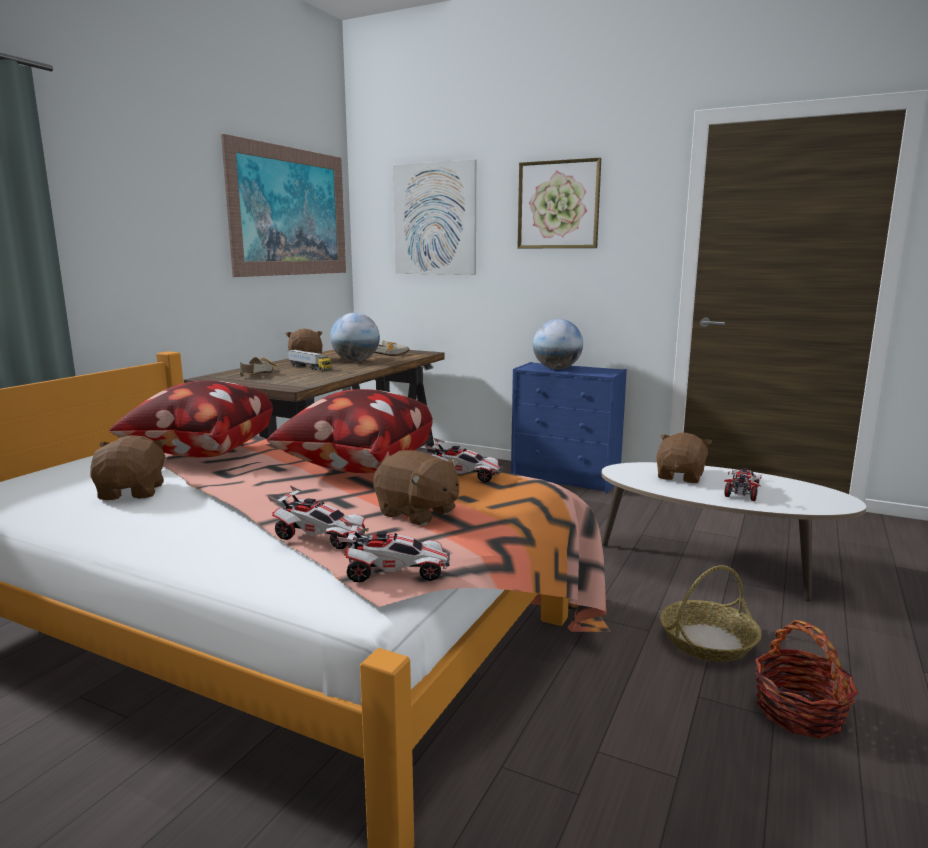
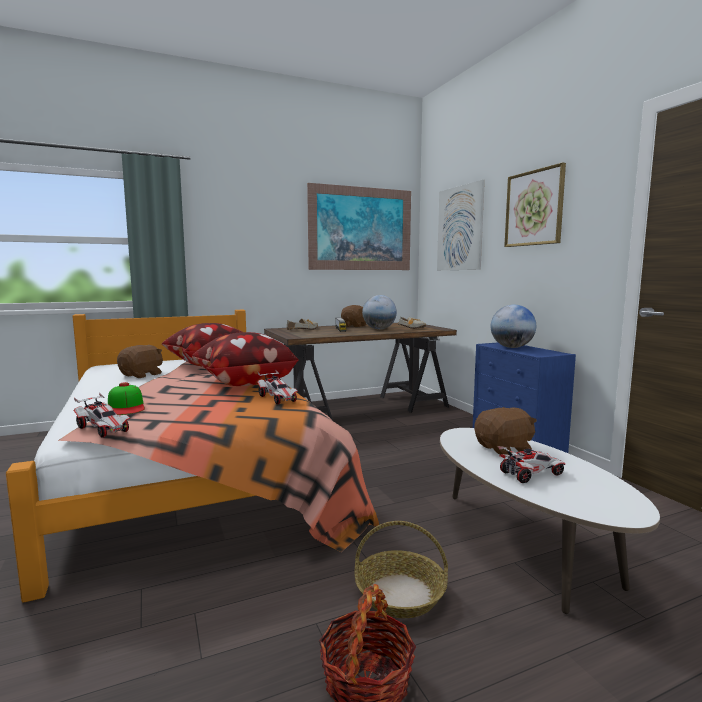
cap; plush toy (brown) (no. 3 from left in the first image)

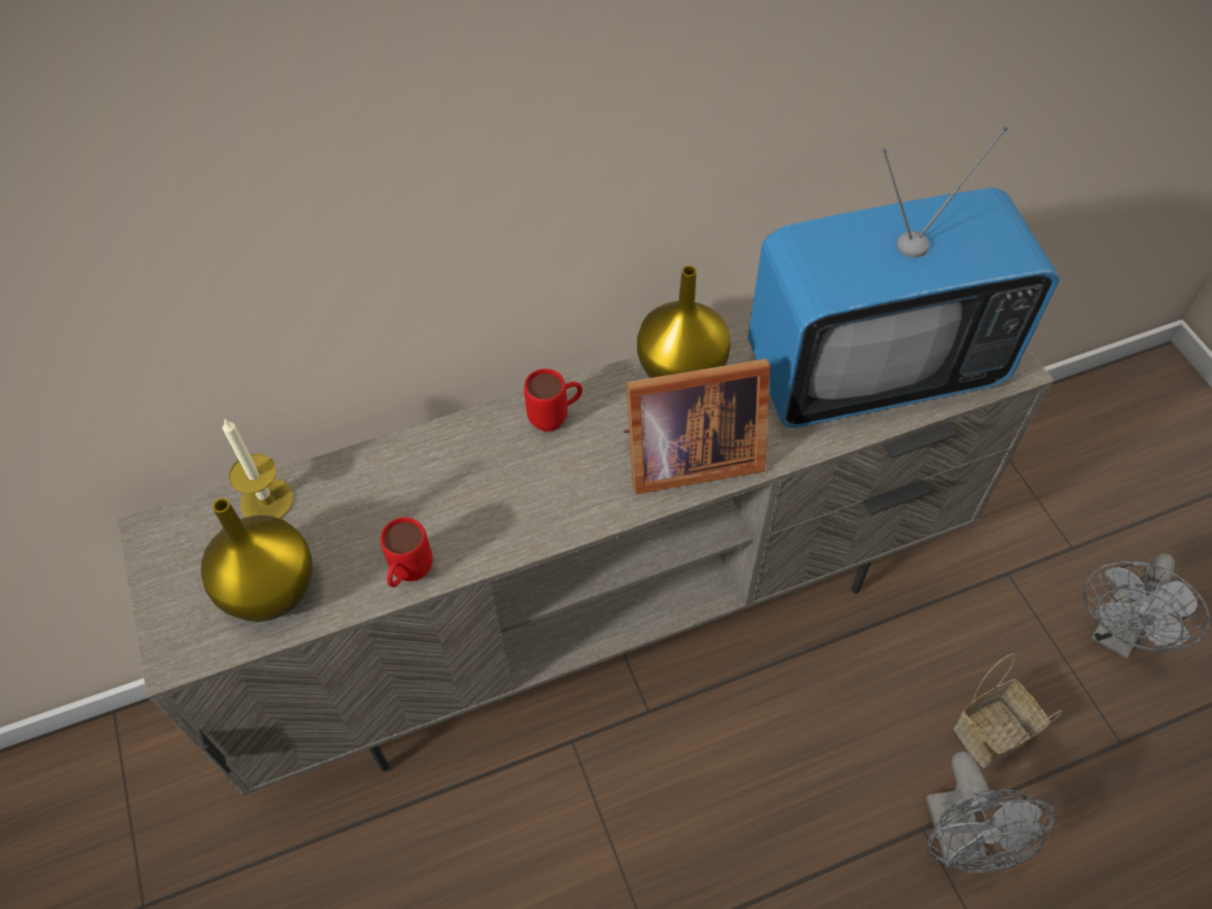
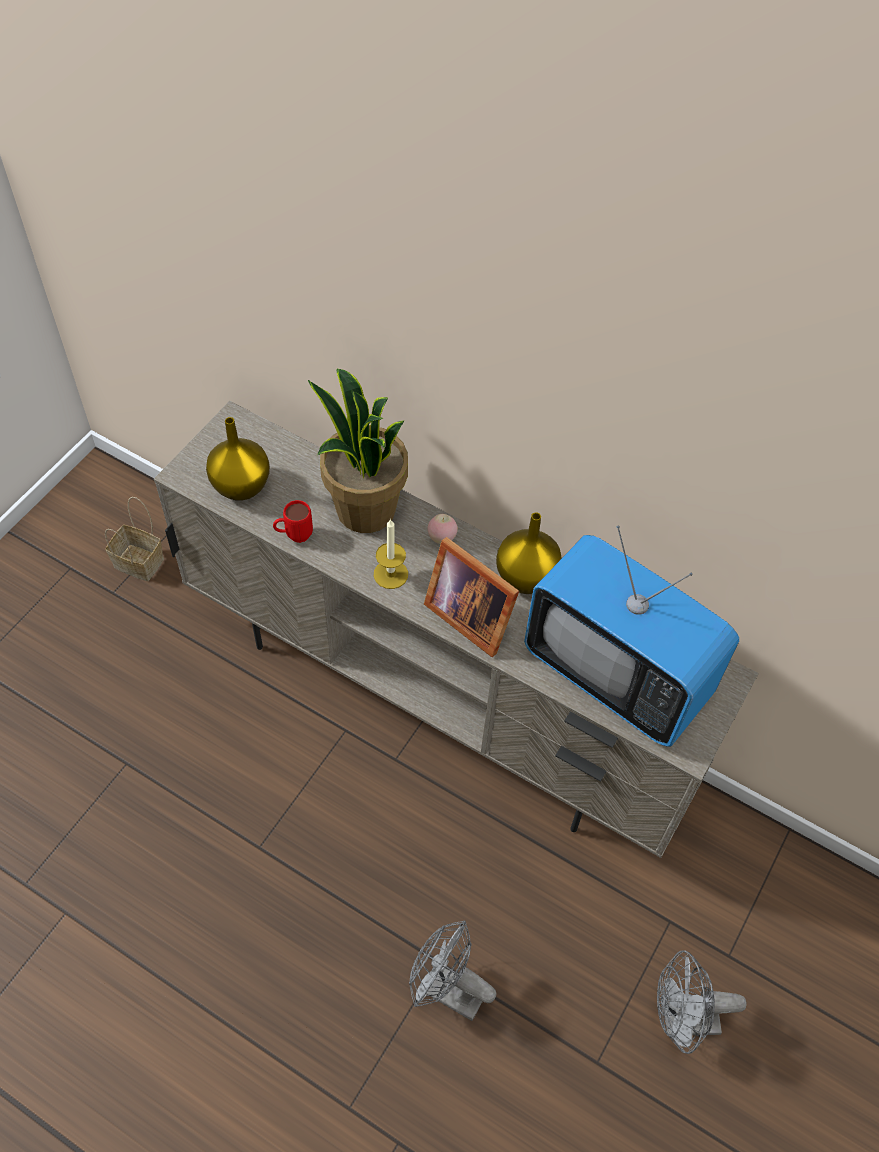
candle; apple; fan (grey) (no. 1 from left); basket; potted plant

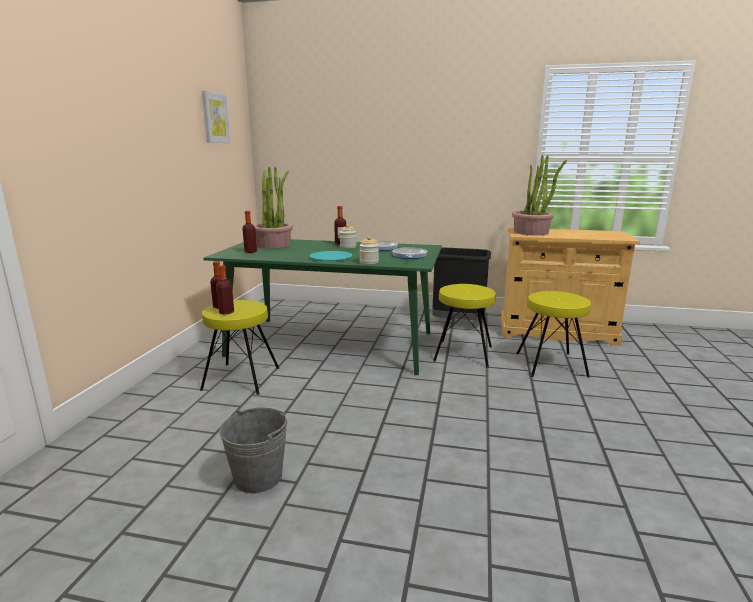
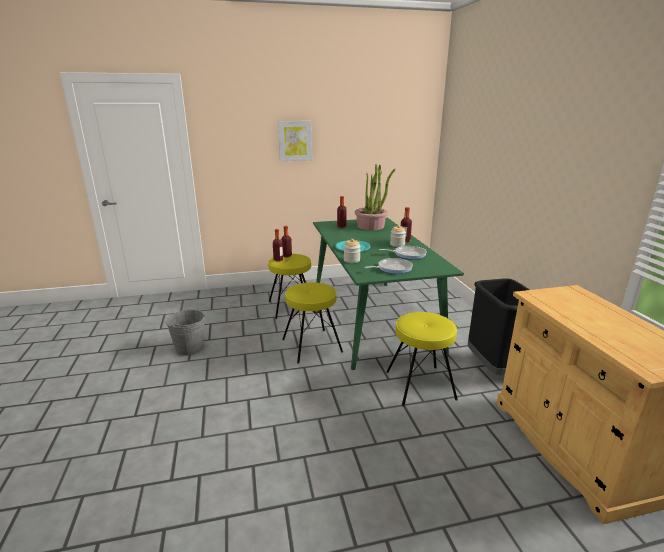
picture; potted plant (no. 2 from left in the first image); stool (yellow) (no. 2 from left)

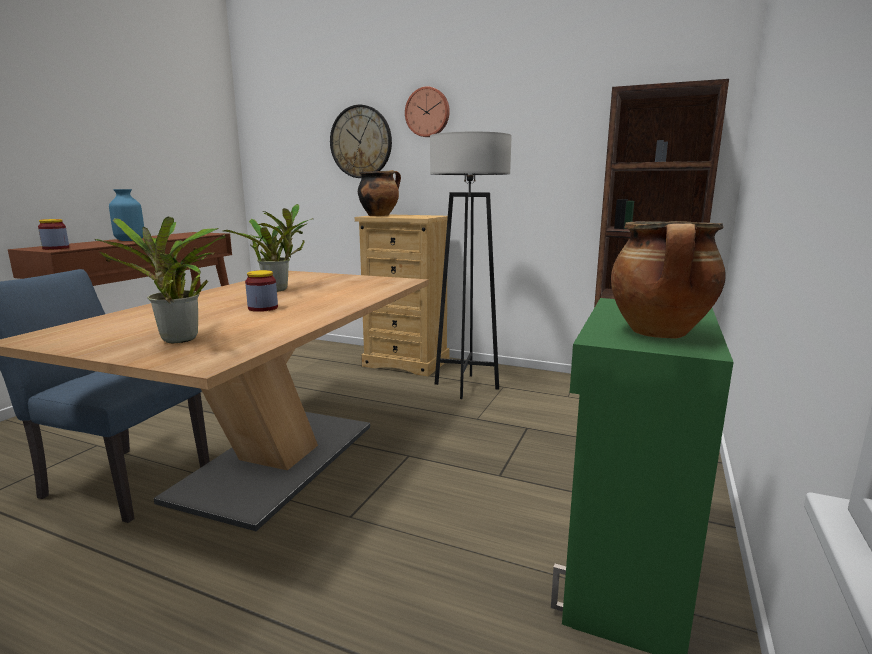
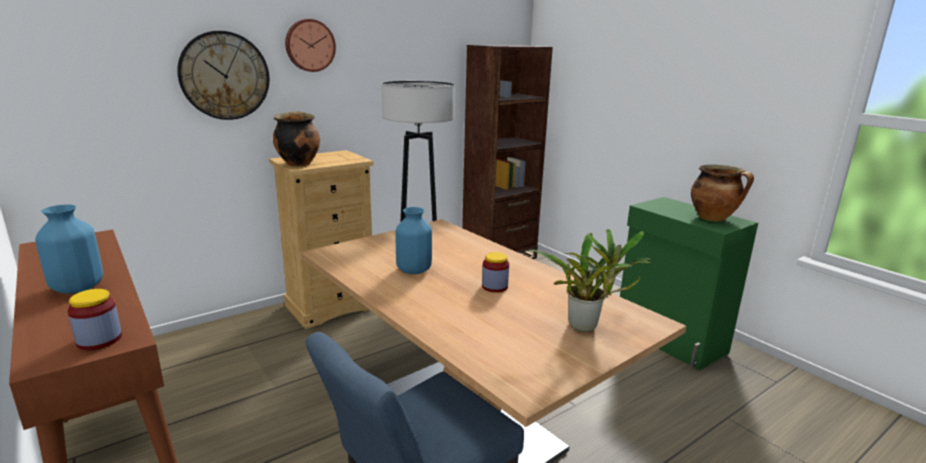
vase (blue) (no. 2 from left)

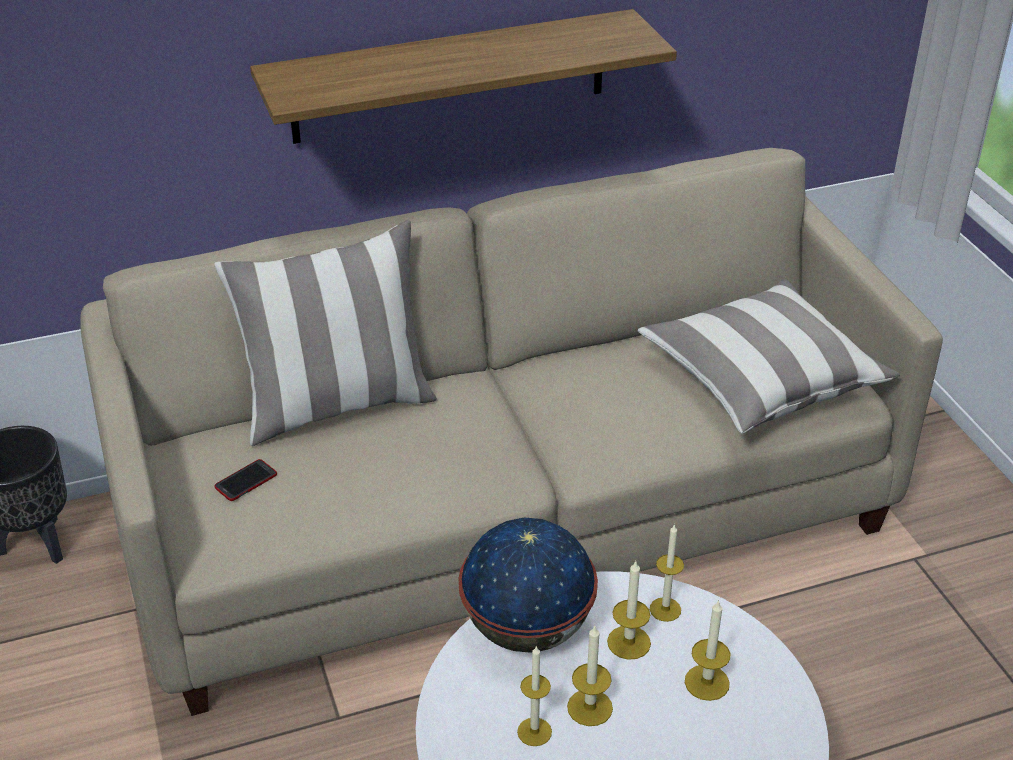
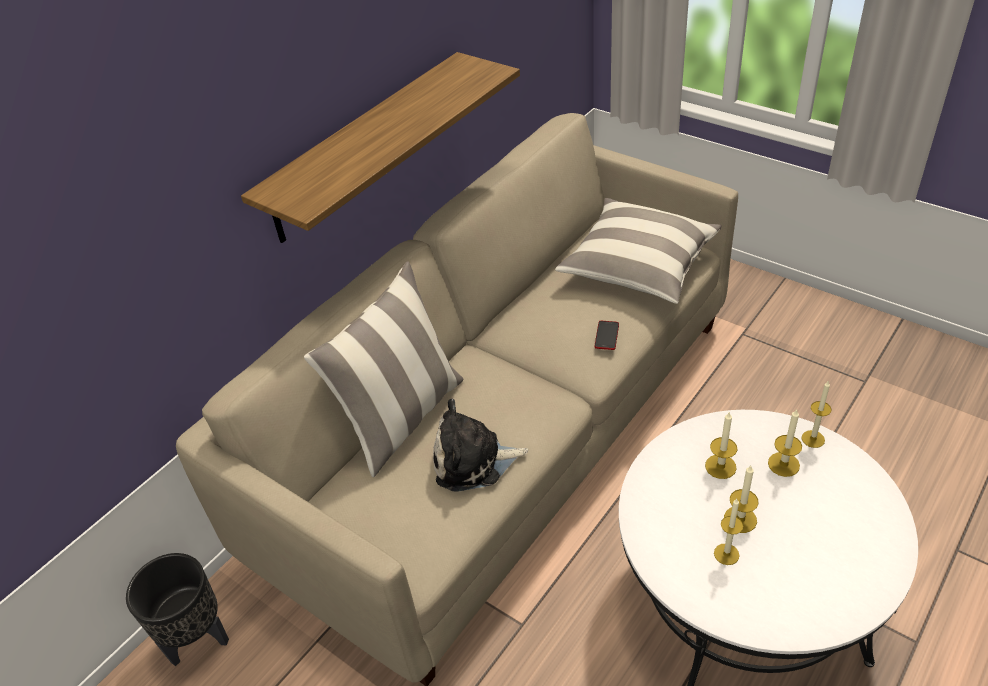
phone; globe; candle (no. 5 from left); plush toy

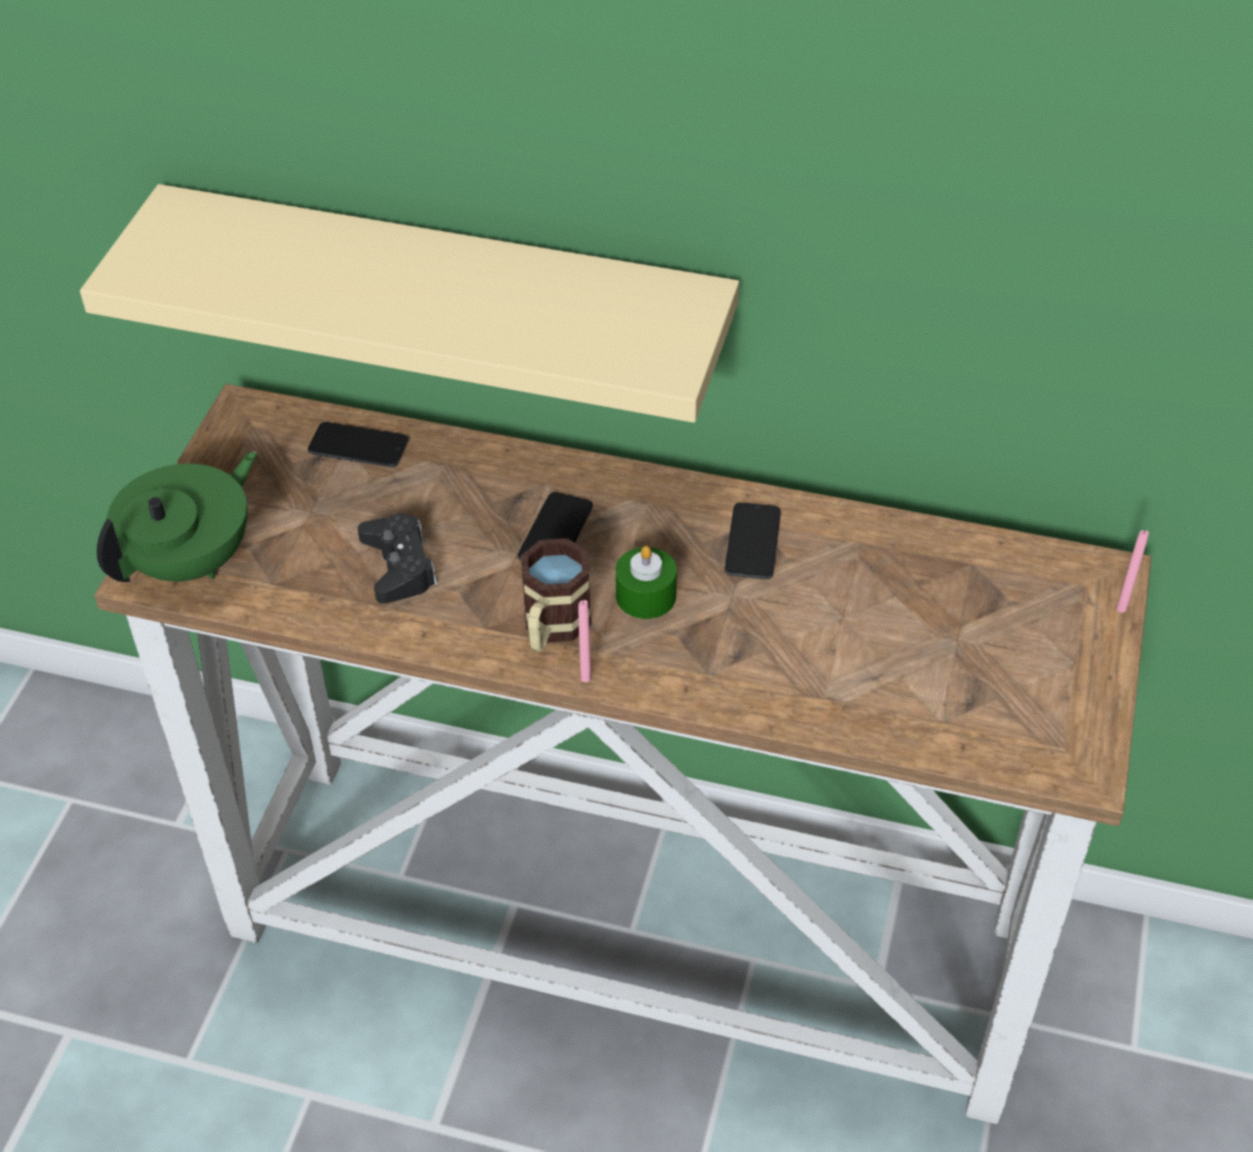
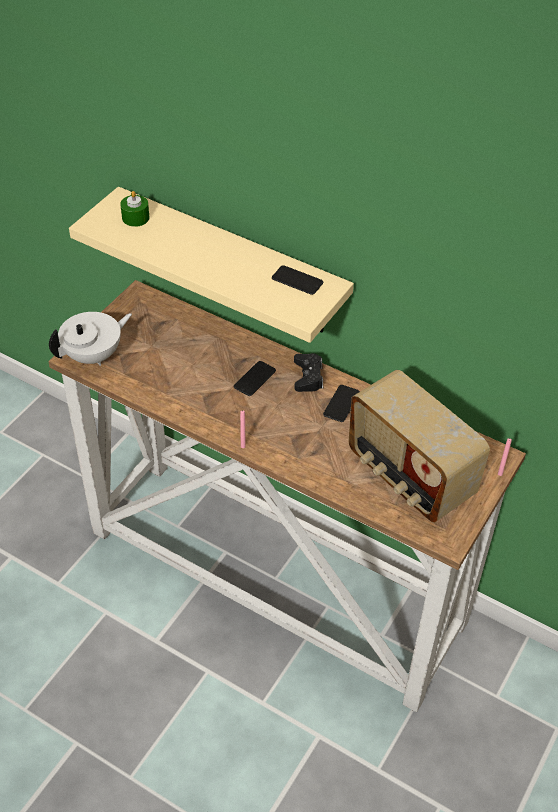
teapot (white); phone (no. 2 from left); game controller (black); mug; candle (green); radio

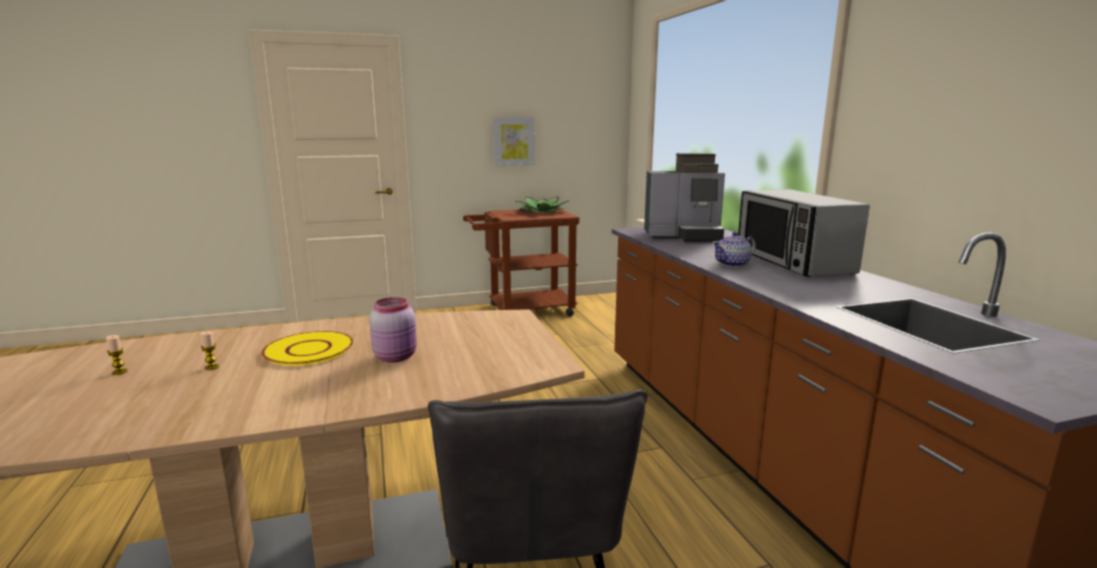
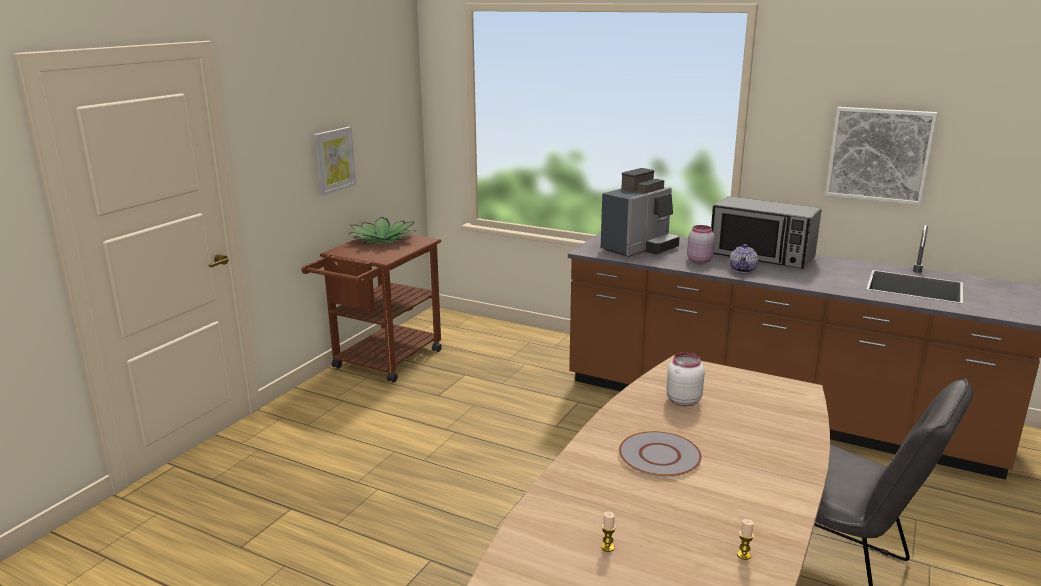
candle (no. 2 from left); plate (grey); jar (pink); jar (white); picture (no. 2 from left)

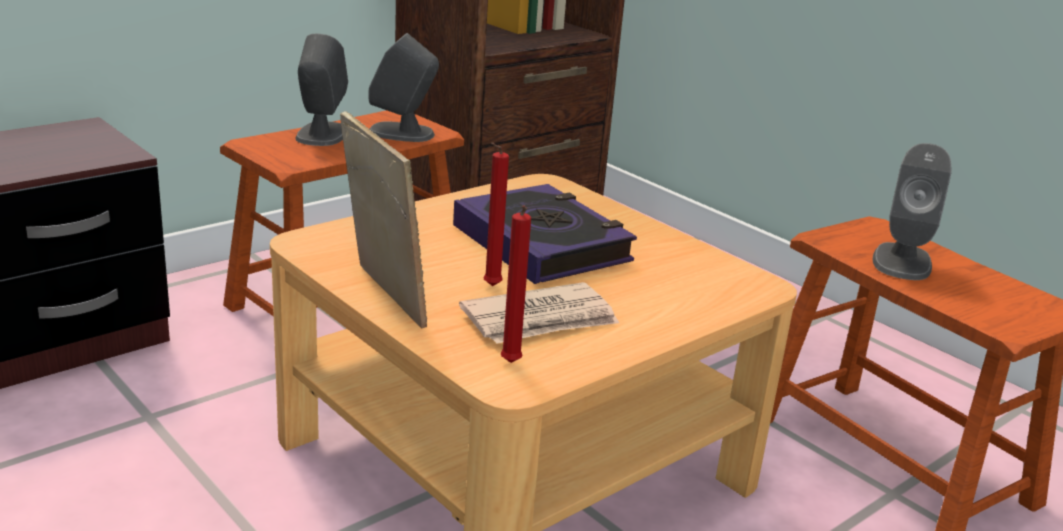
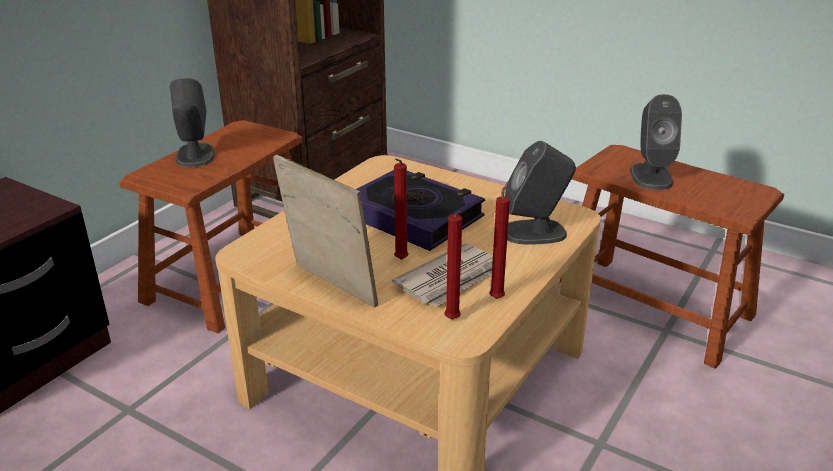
speaker (grey) (no. 2 from left); candle (red) (no. 3 from left)

